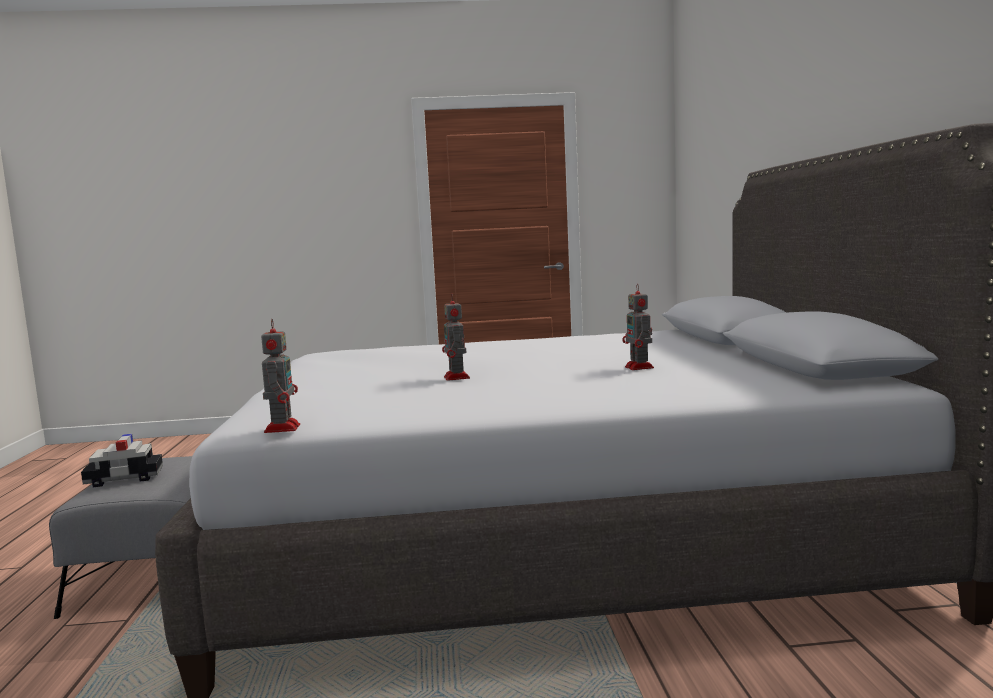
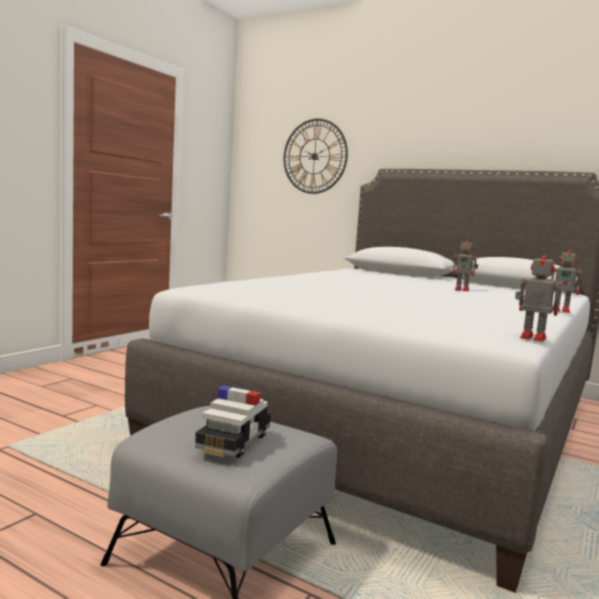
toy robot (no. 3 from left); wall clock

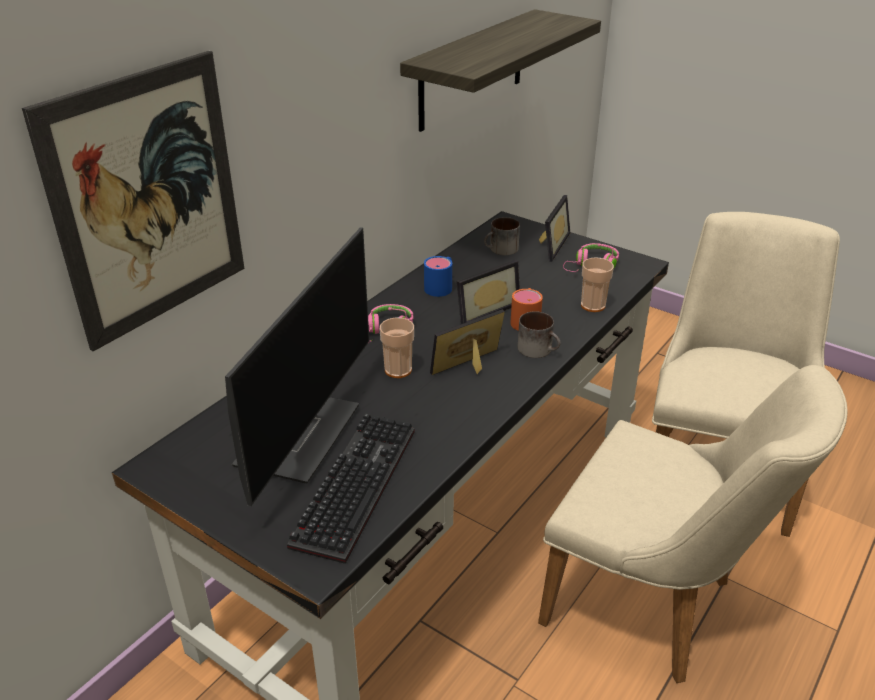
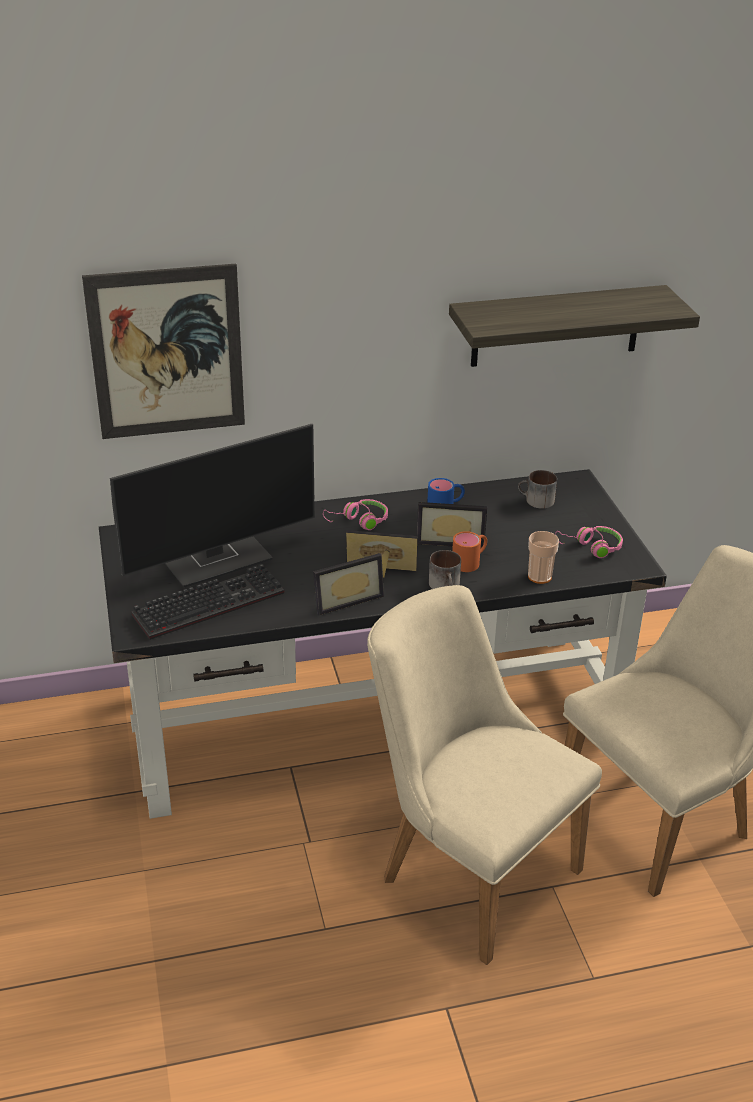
cup (no. 1 from left in the first image); chair (beige) (no. 1 from left); picture frame (no. 1 from left)

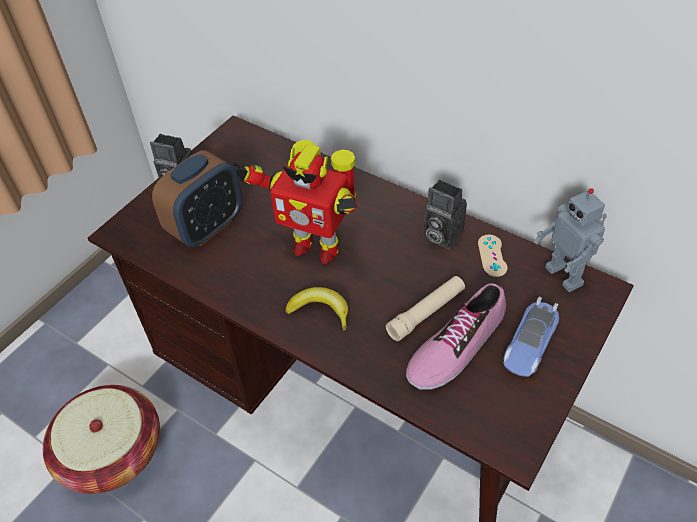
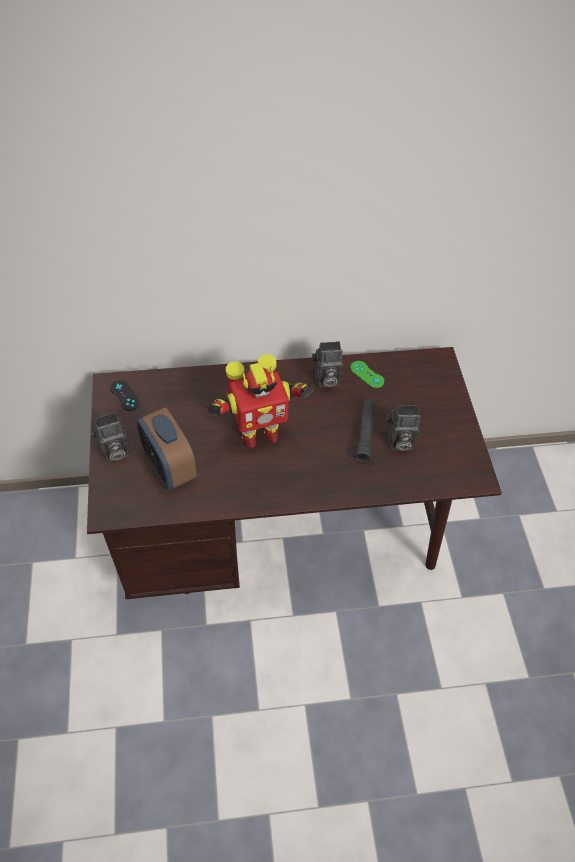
basket; alarm clock; banana; flashlight (black); photo camera (no. 3 from left); game controller (green); toy car; toy robot (no. 2 from left in the first image); game controller (black)

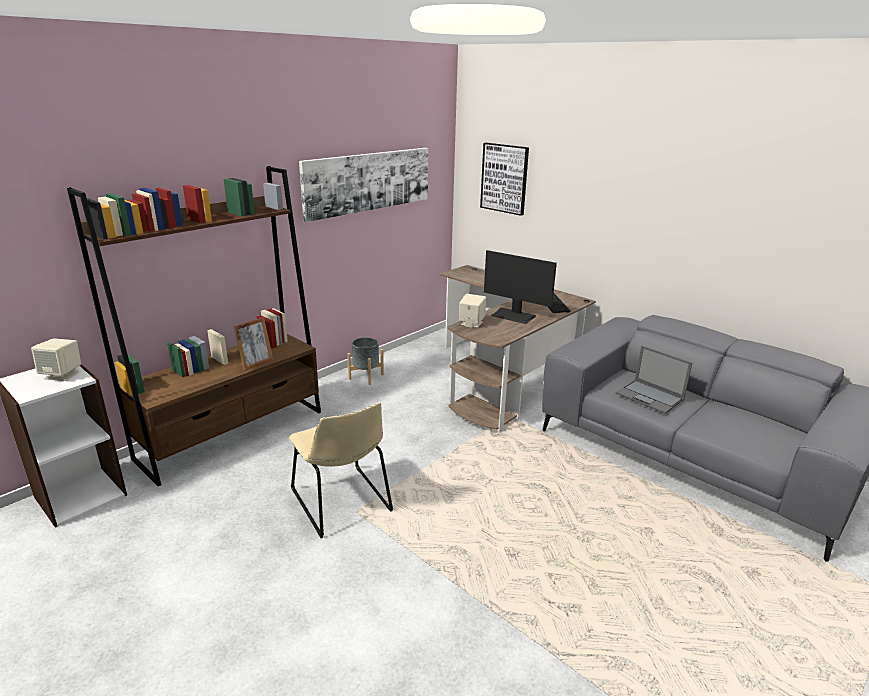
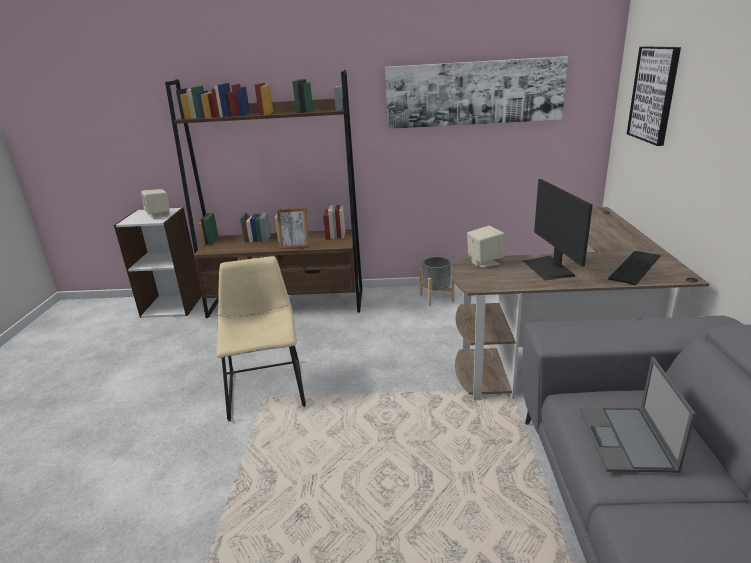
chair (beige)

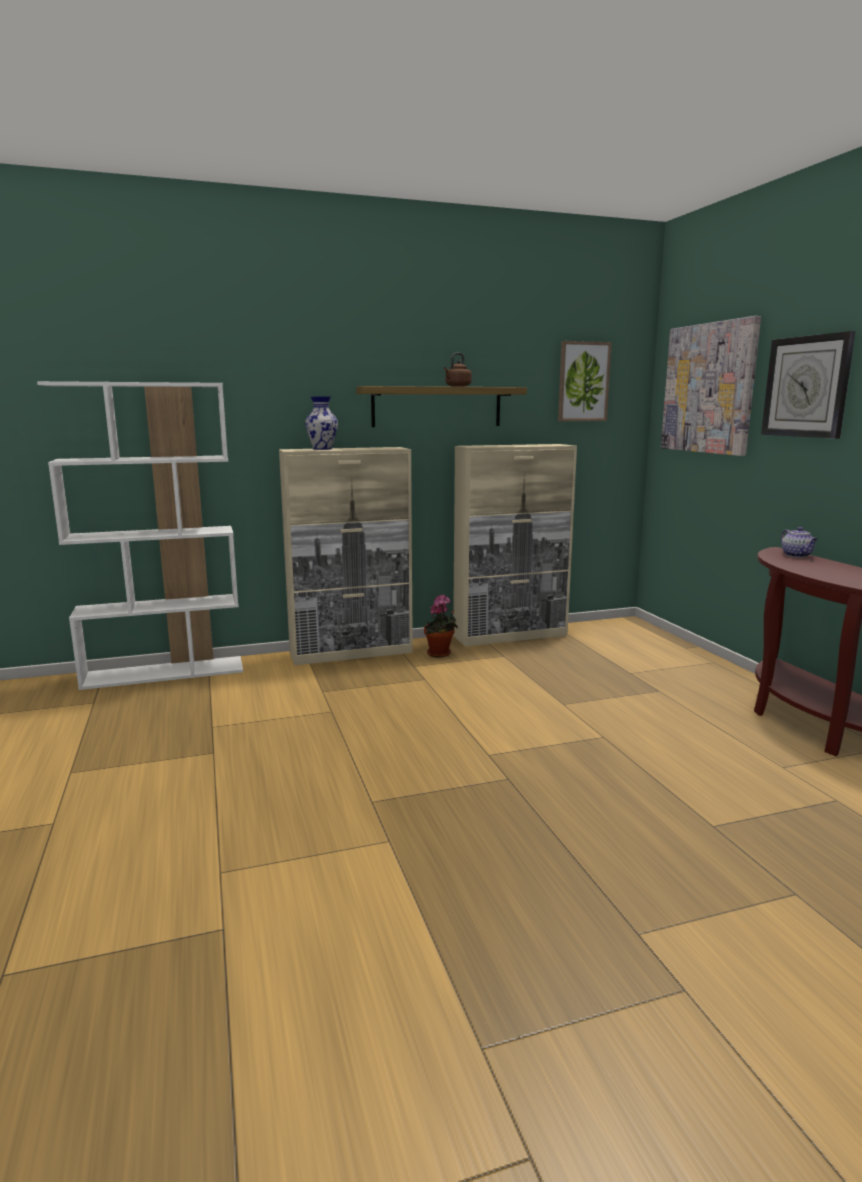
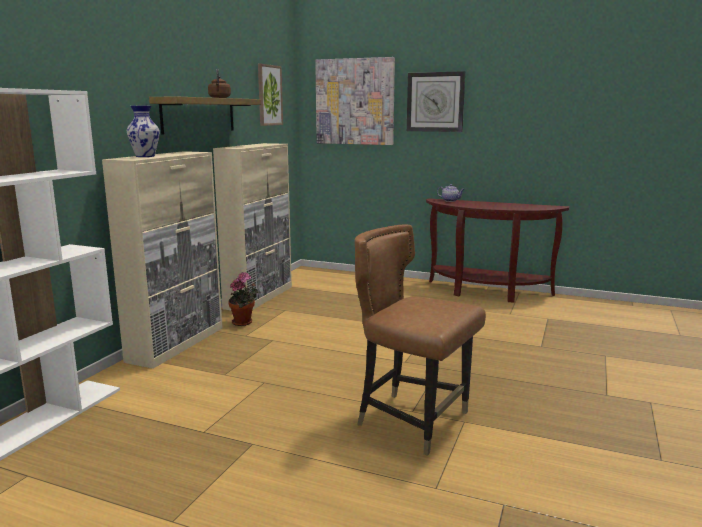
chair (brown)

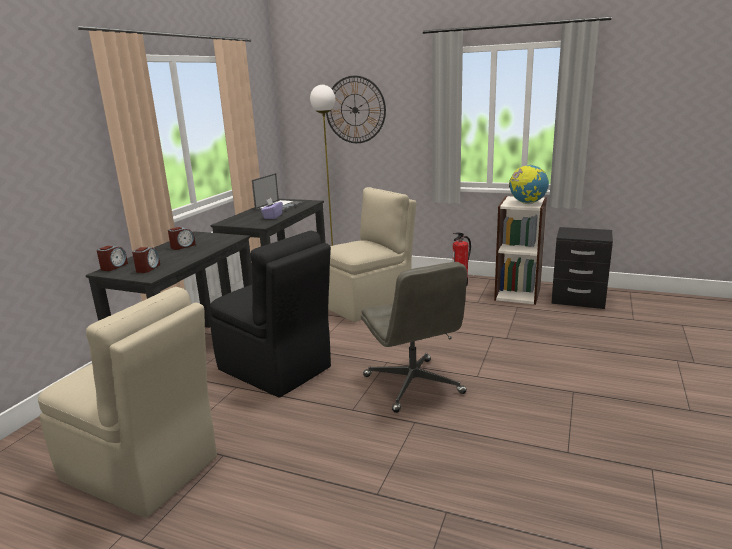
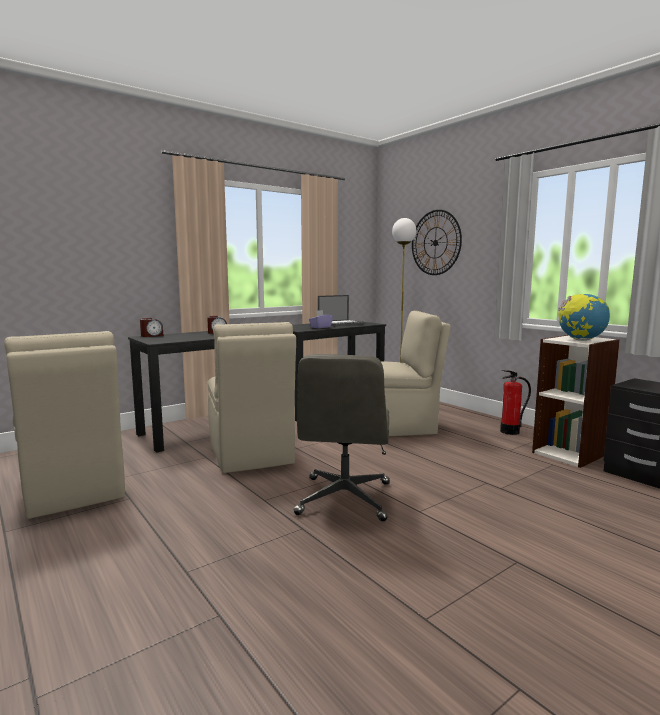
alarm clock (no. 2 from left in the first image); chair (beige) (no. 2 from left)

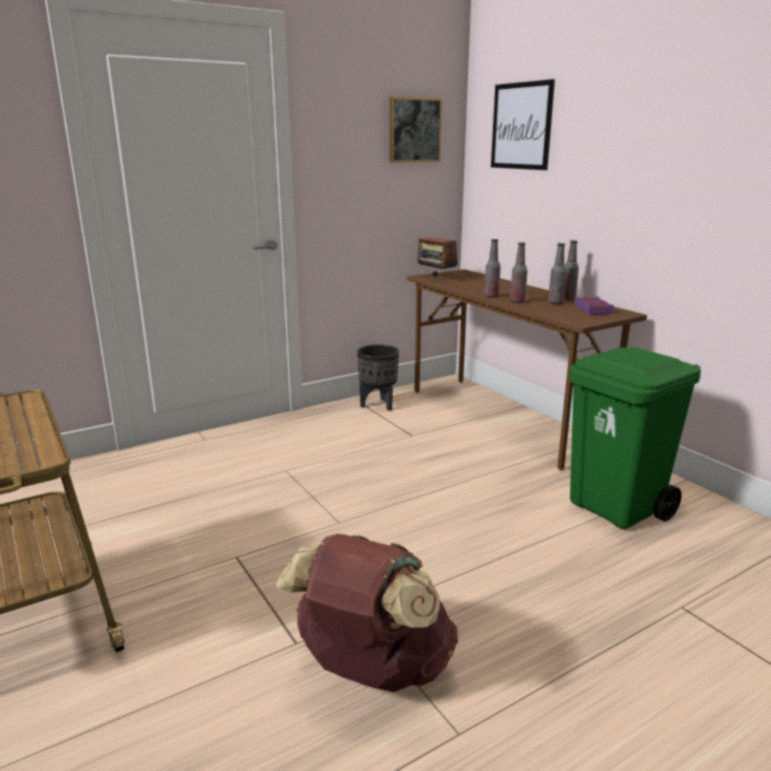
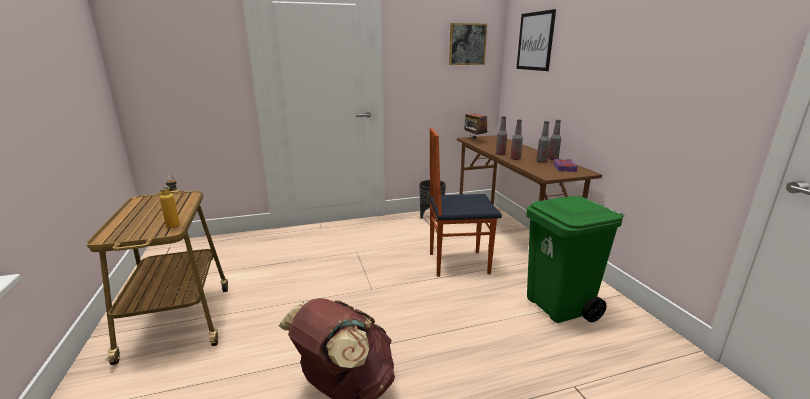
bottle (no. 1 from left); chair

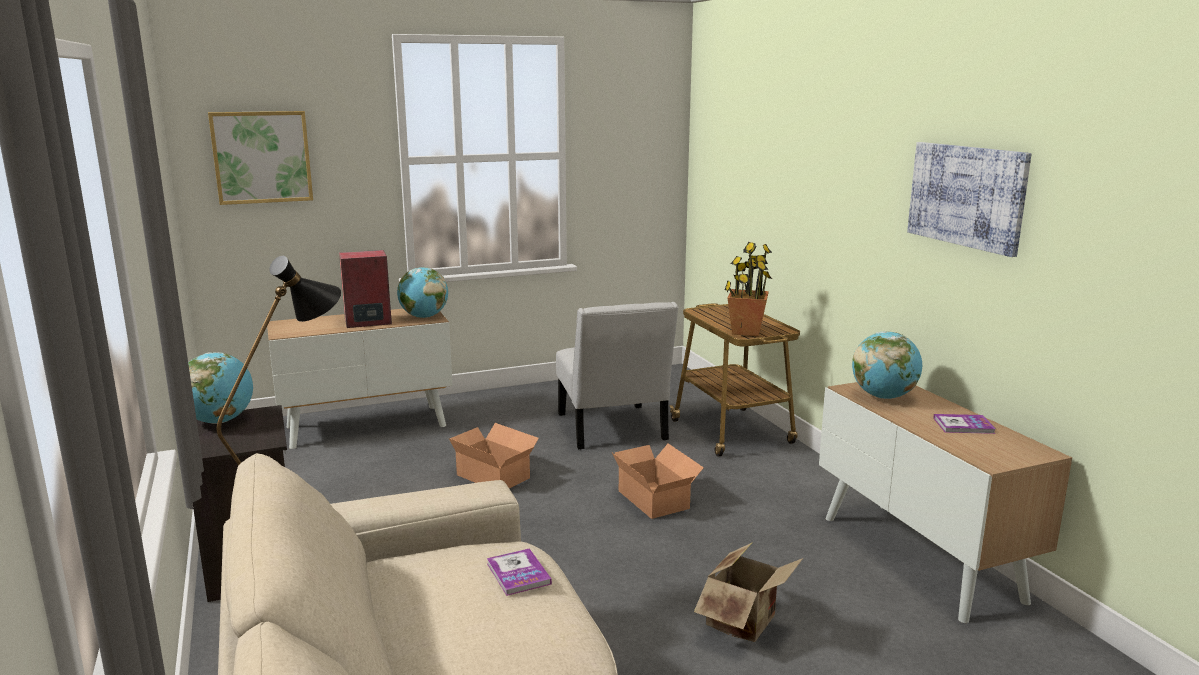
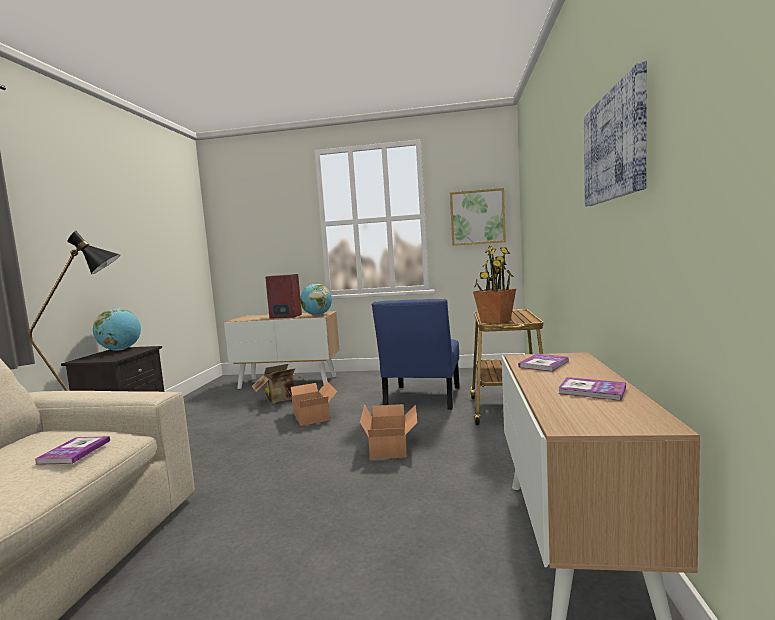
picture (no. 1 from left); chair (blue); cardboard box (no. 1 from left); book (no. 2 from left)

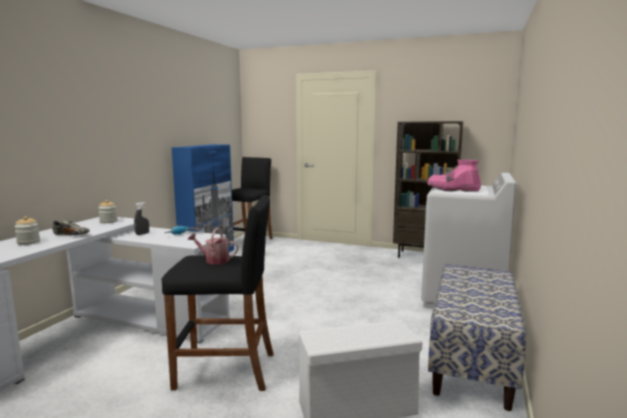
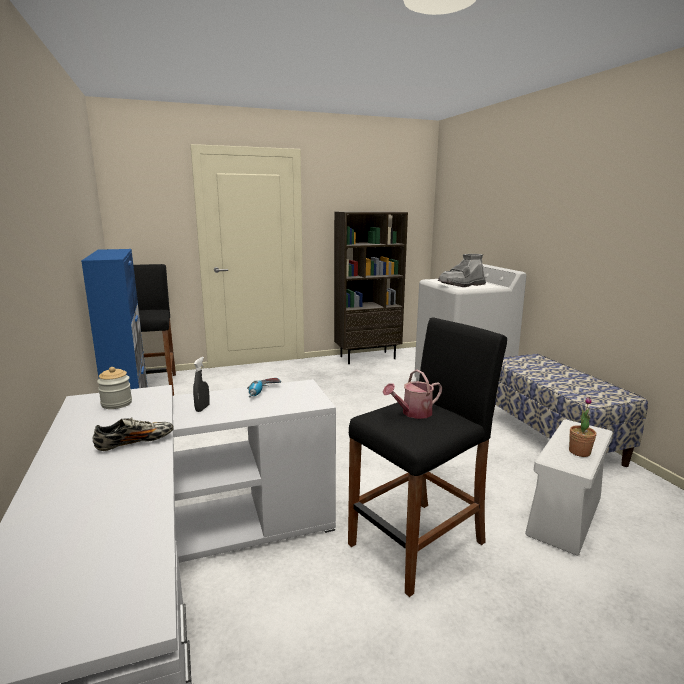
jar (no. 1 from left in the first image); boot (grey); potted plant

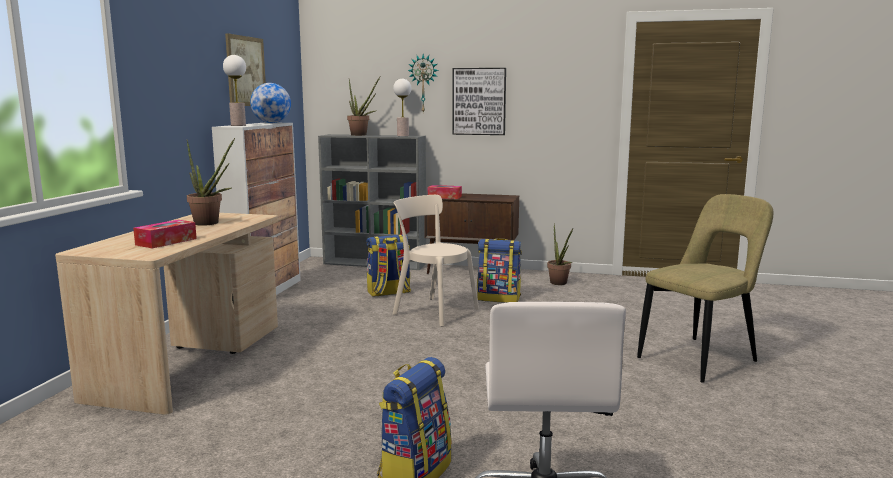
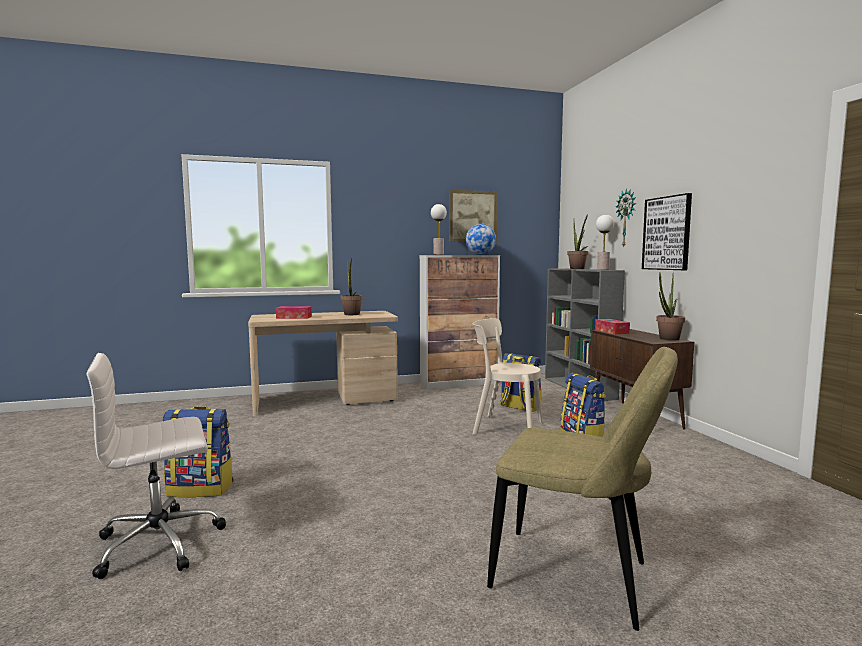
chair (beige) (no. 1 from left); potted plant (no. 3 from left)

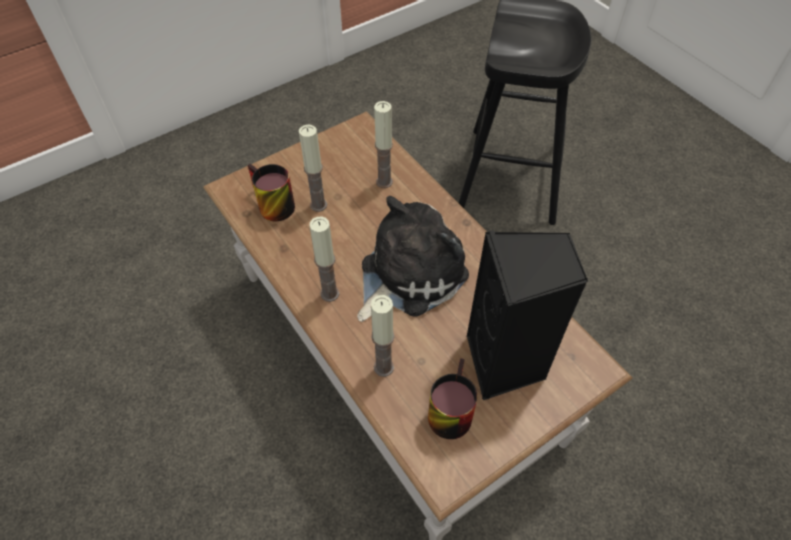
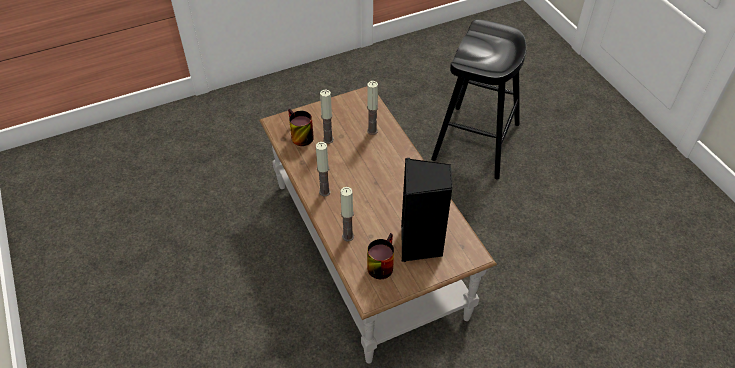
plush toy

